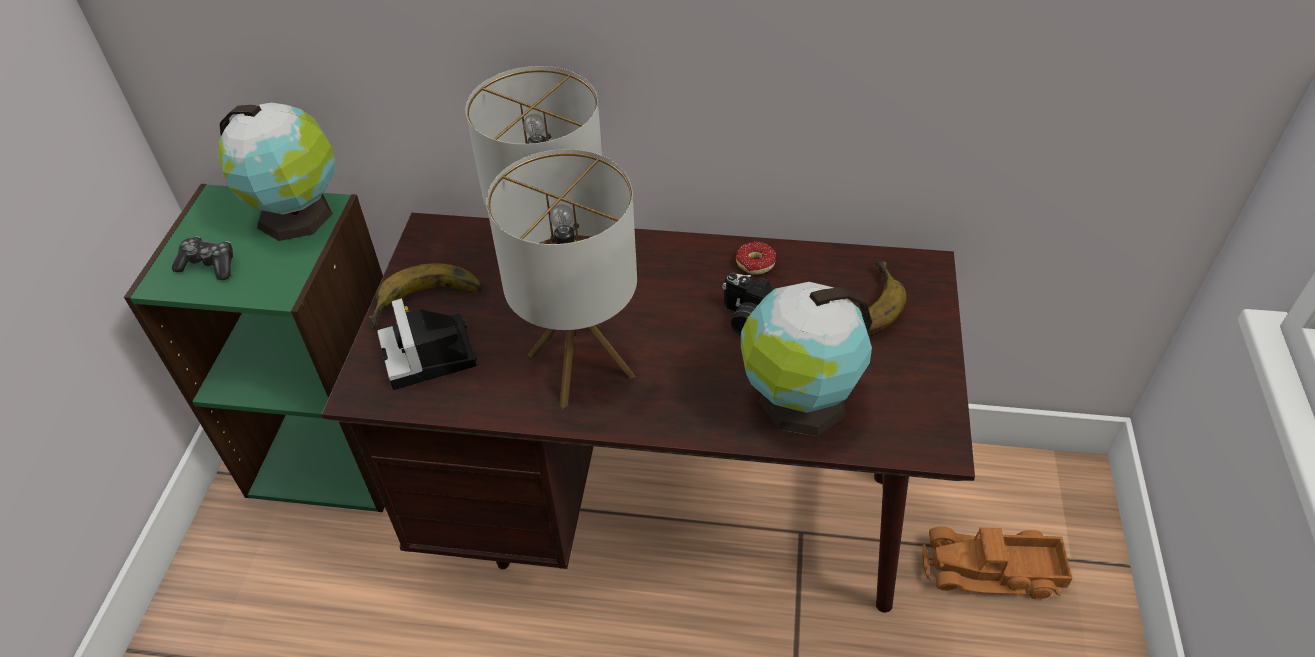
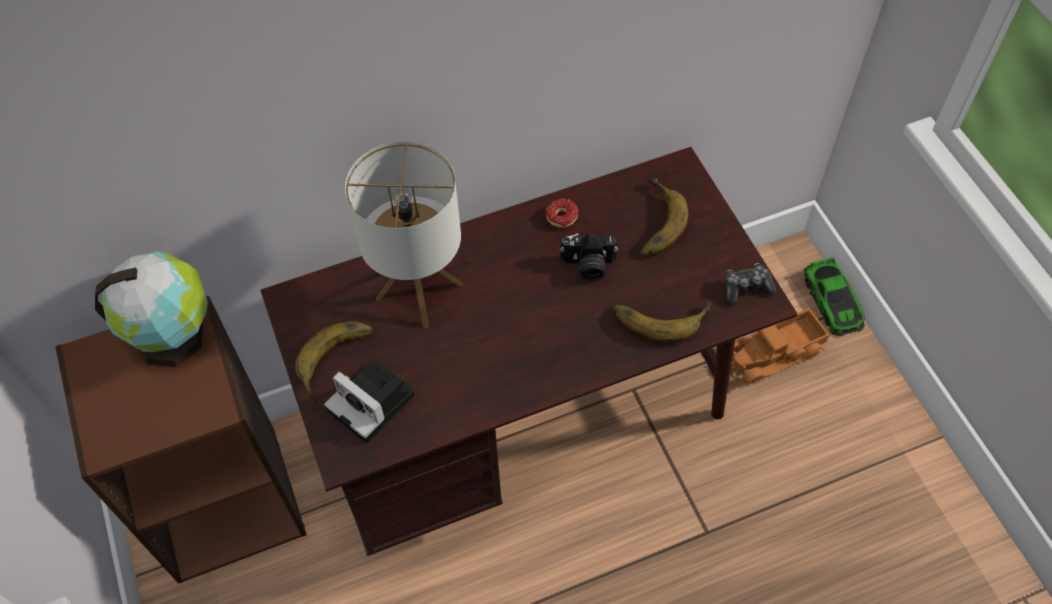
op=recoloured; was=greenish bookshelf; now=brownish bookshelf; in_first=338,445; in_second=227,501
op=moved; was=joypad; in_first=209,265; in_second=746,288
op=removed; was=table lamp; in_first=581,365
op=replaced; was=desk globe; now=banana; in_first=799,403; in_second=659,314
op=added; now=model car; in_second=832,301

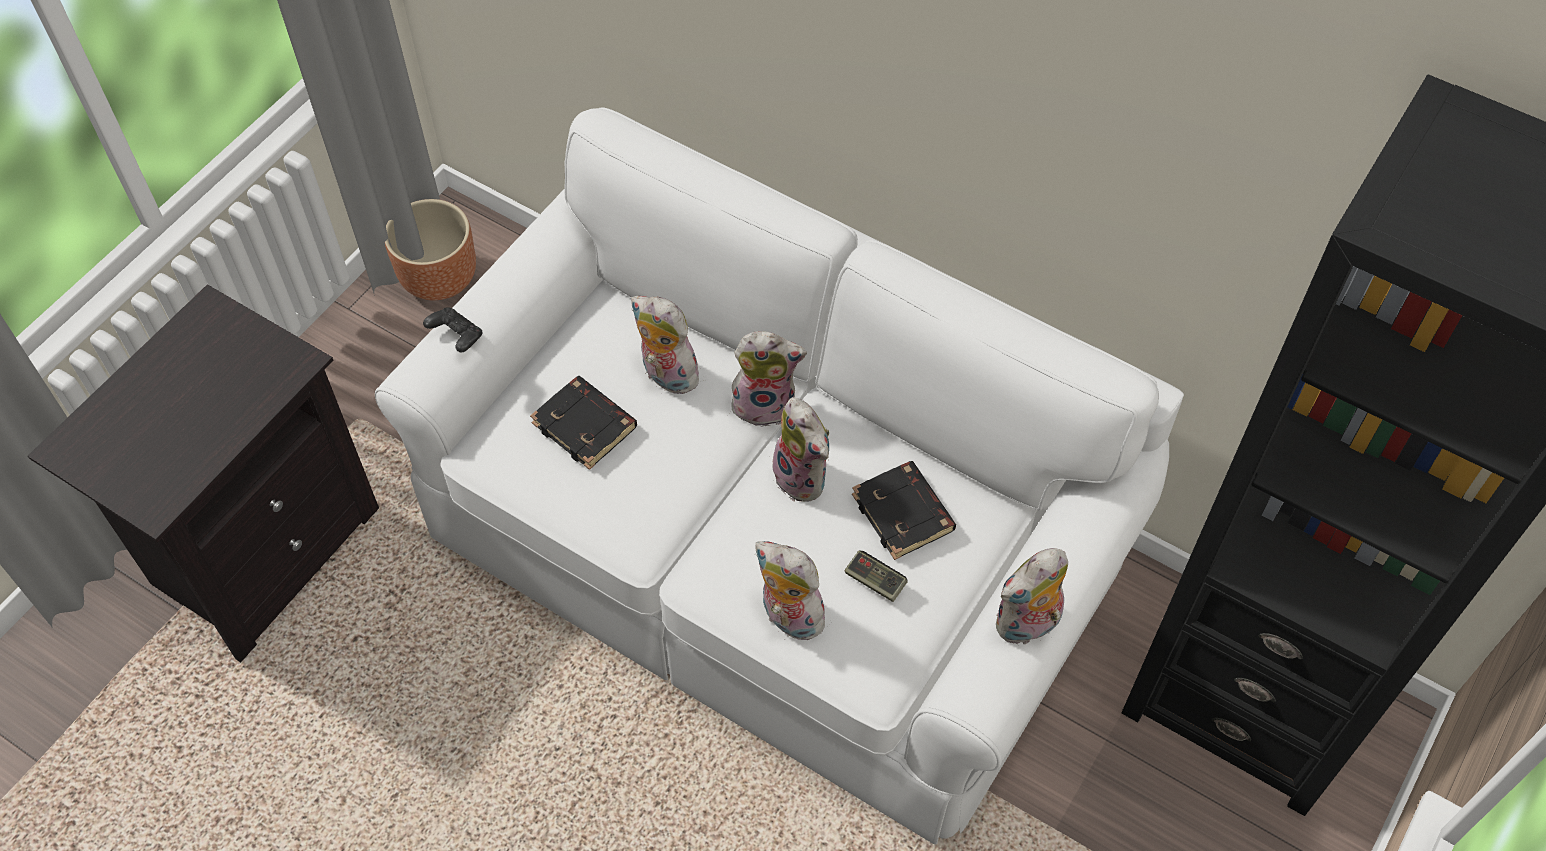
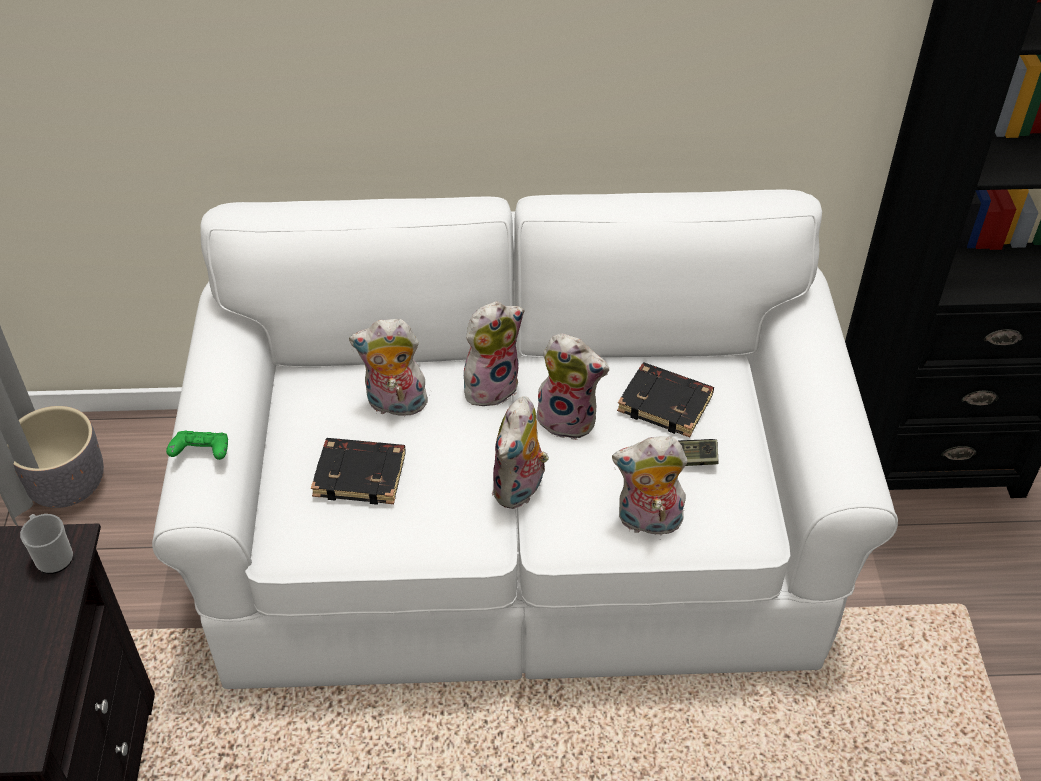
op=recoloured; was=brownish plant pot; now=gray plant pot; in_first=440,278; in_second=68,485
op=recoloured; was=blackish joypad; now=greenish joypad; in_first=456,337; in_second=202,453
op=moved; was=soft toy; in_first=1027,626; in_second=520,490
op=added; now=tea mug; in_second=52,556

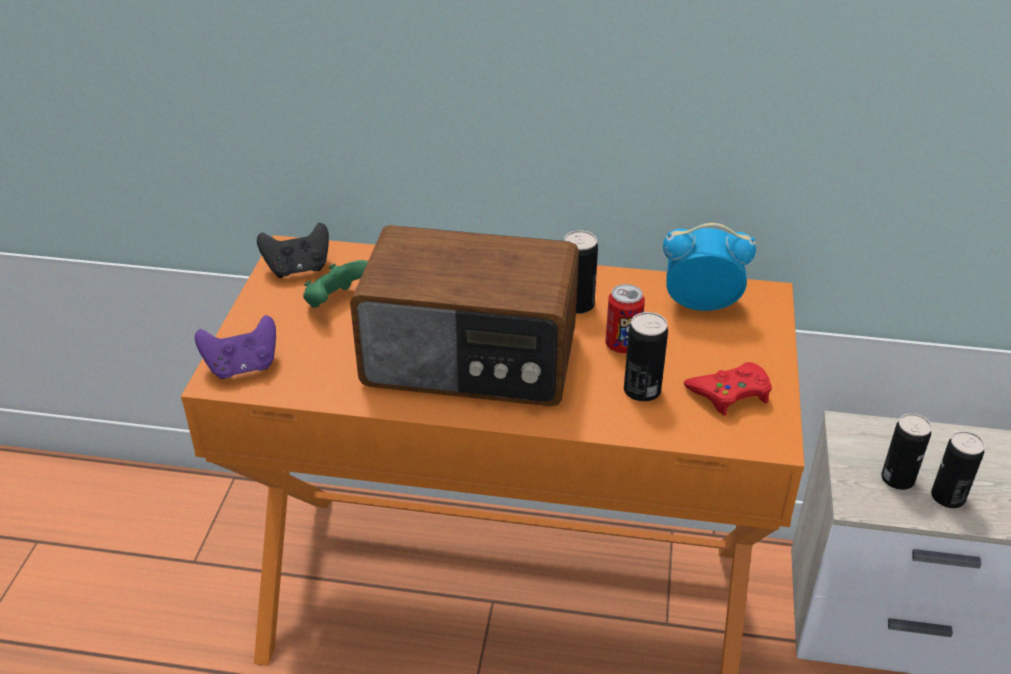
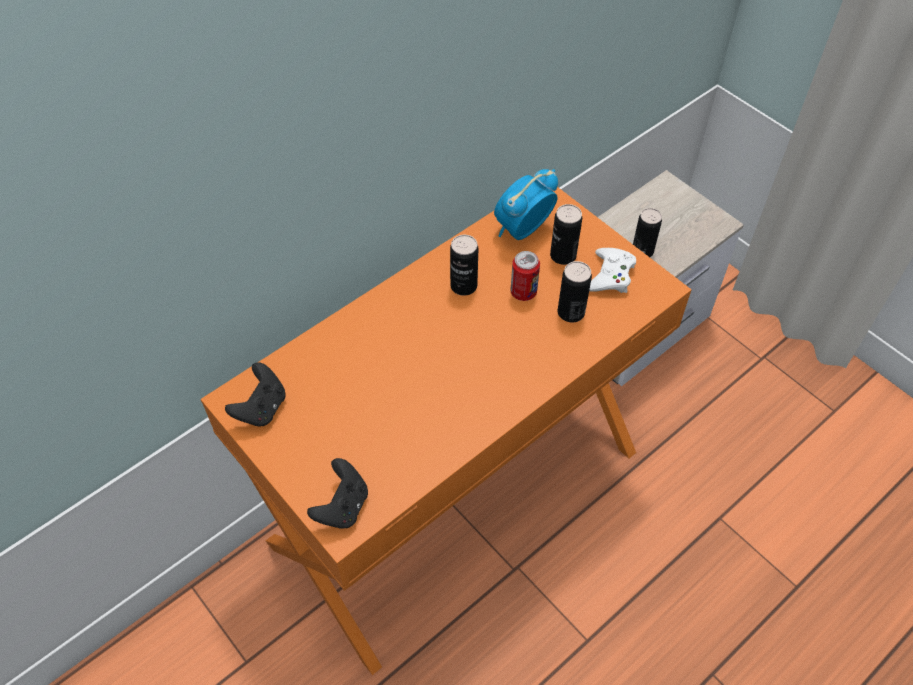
op=recoloured; was=purple-coloured joypad; now=blackish joypad; in_first=242,367; in_second=342,506
op=removed; was=greenish joypad; in_first=336,302
op=removed; was=radio set; in_first=470,360
op=recoloured; was=reddish joypad; now=whitish joypad; in_first=730,393; in_second=610,275
op=moved; was=metal can; in_first=947,497; in_second=563,255

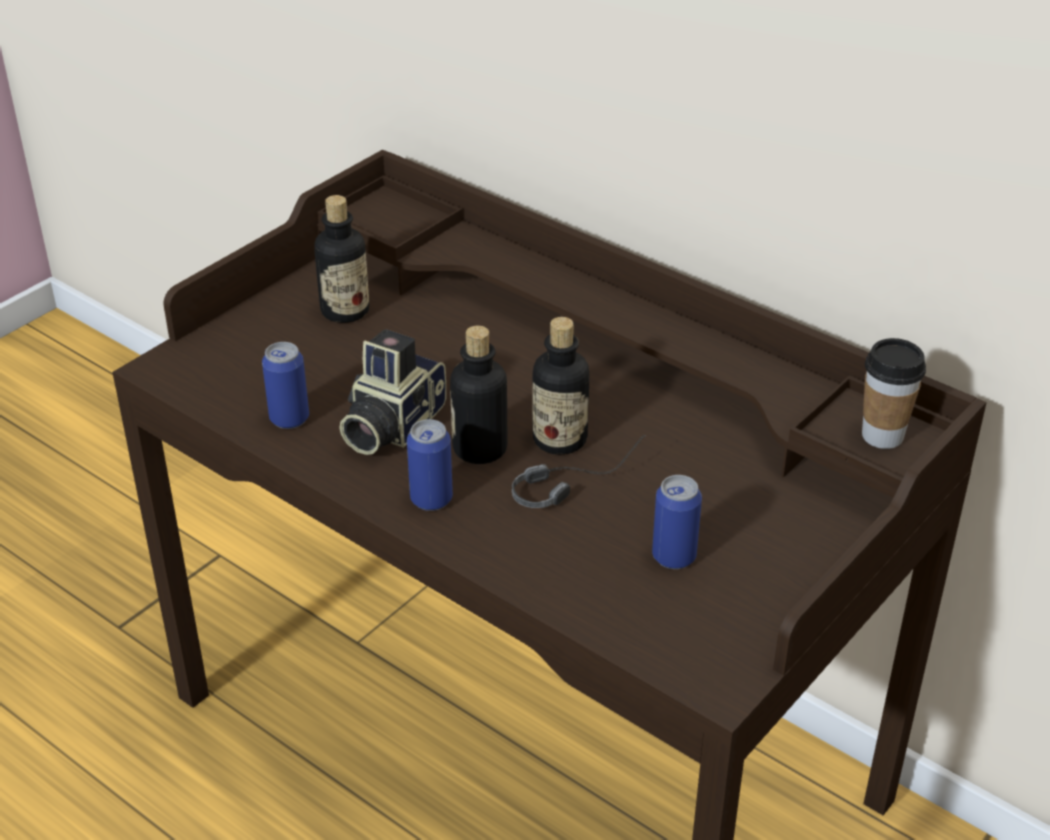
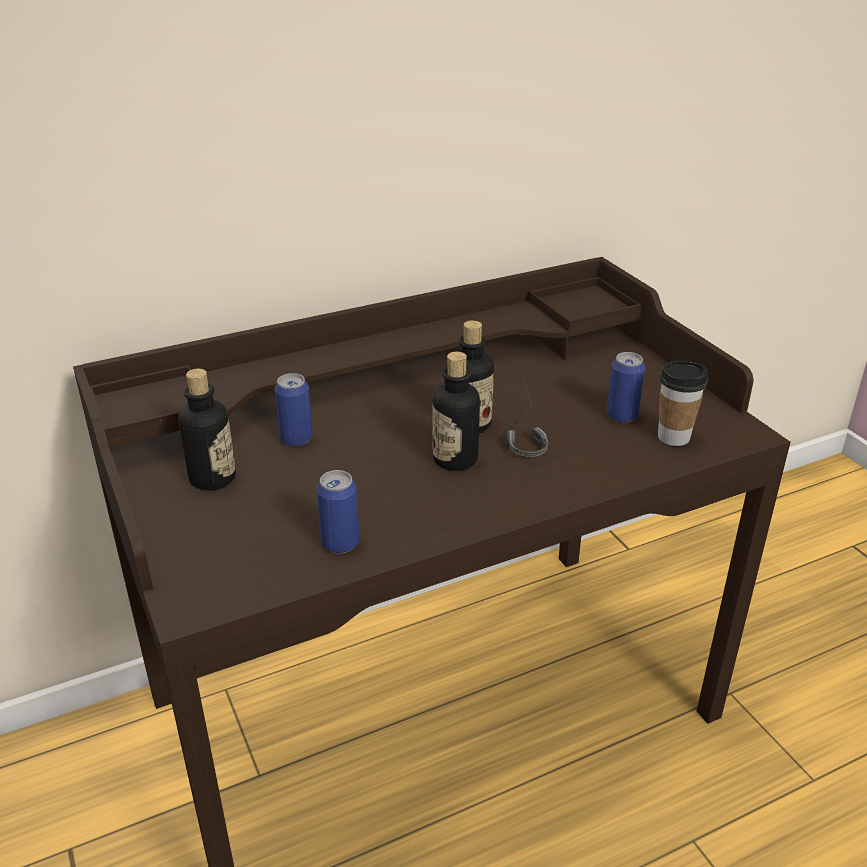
op=removed; was=photo camera; in_first=390,425
op=moved; was=metal can; in_first=431,499; in_second=296,439
op=moved; was=drinking cup; in_first=882,436; in_second=673,437

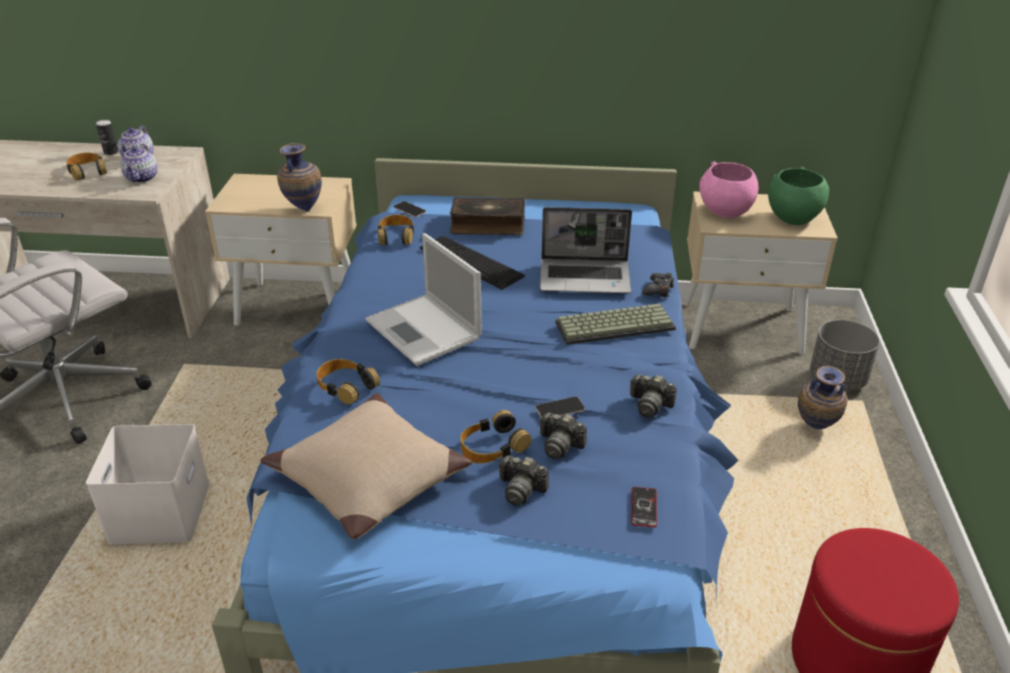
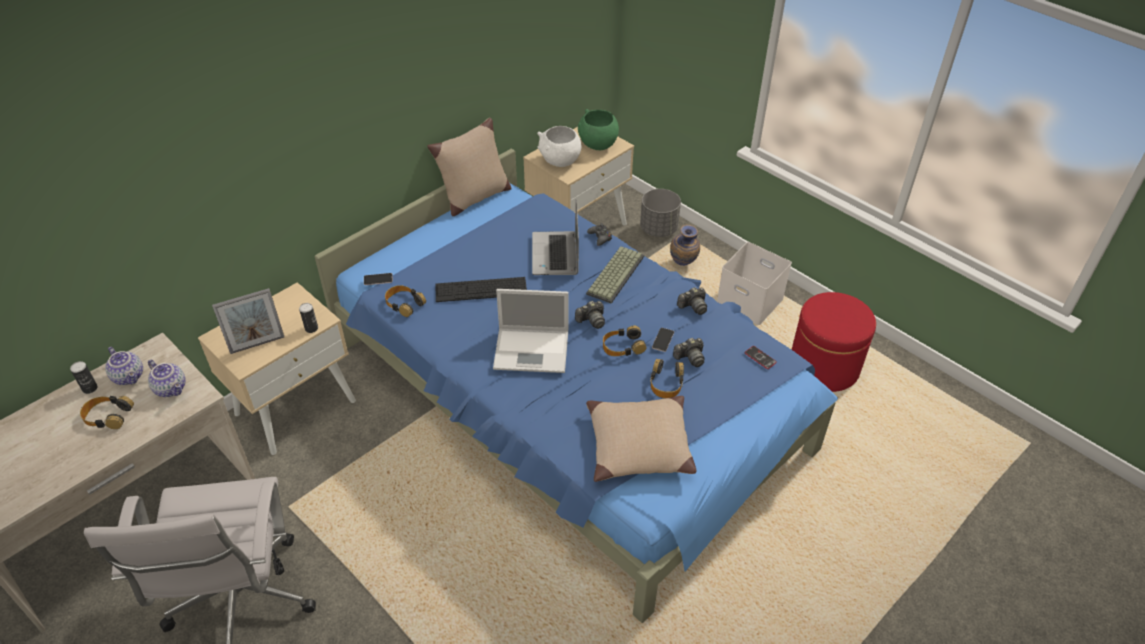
op=moved; was=whitish storage container; in_first=162,515; in_second=751,302
op=replaced; was=flower vase; now=metal can; in_first=303,210; in_second=311,328
op=moved; was=pair of headphones; in_first=346,386; in_second=622,346
op=removed; was=bound book; in_first=488,225
op=moved; was=photo camera; in_first=521,489; in_second=591,320
op=turned; was=laptop; in_first=586,277; in_second=556,255; clockwise=135
op=recoloured; was=pink-coloured bowl; now=whitish bowl; in_first=724,212; in_second=560,162
op=added; now=picture frame; in_second=257,344
op=added; now=beige-coloured throw pillow; in_second=474,198

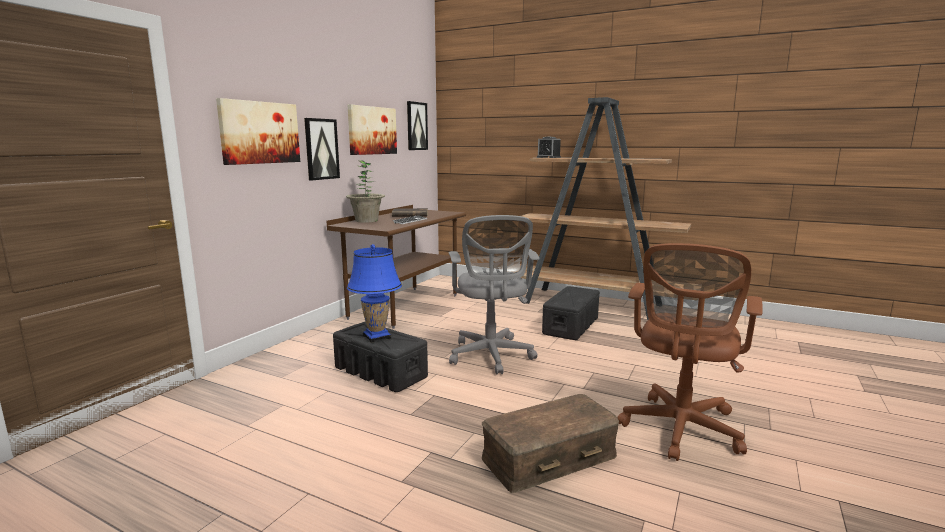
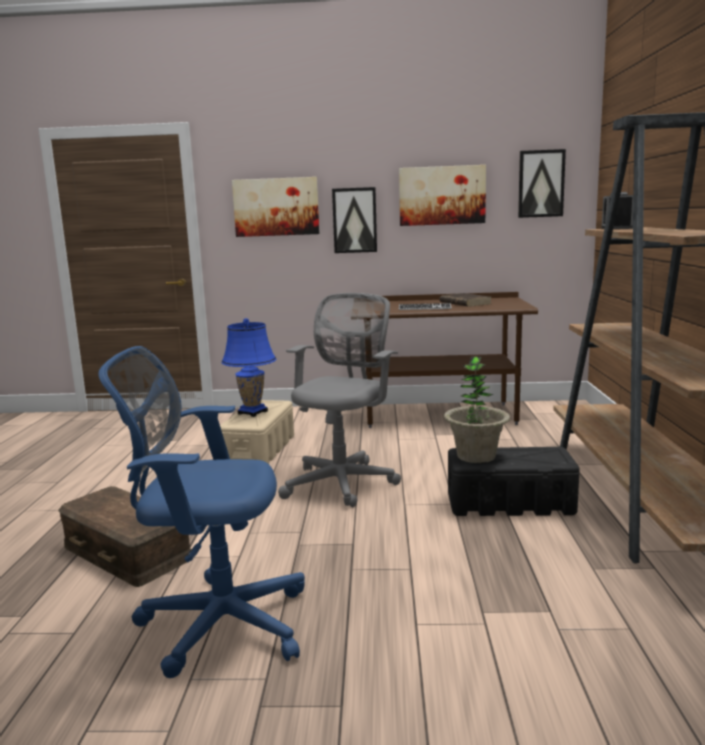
op=recoloured; was=blackish storage container; now=beige-coloured storage container; in_first=381,372; in_second=259,450
op=moved; was=plant in a pot; in_first=366,221; in_second=476,456
op=turned; was=gray desk chair; in_first=491,356; in_second=343,482; clockwise=150
op=recoloured; was=brownish desk chair; now=blue desk chair; in_first=680,430; in_second=216,622

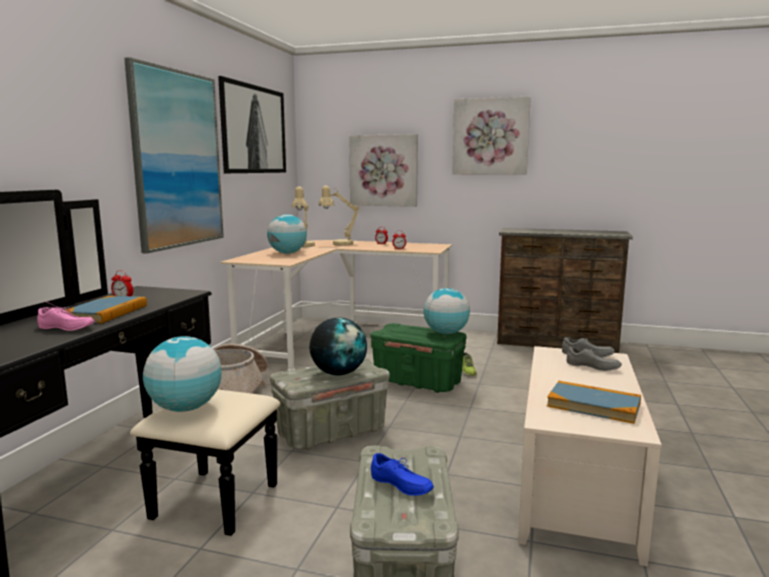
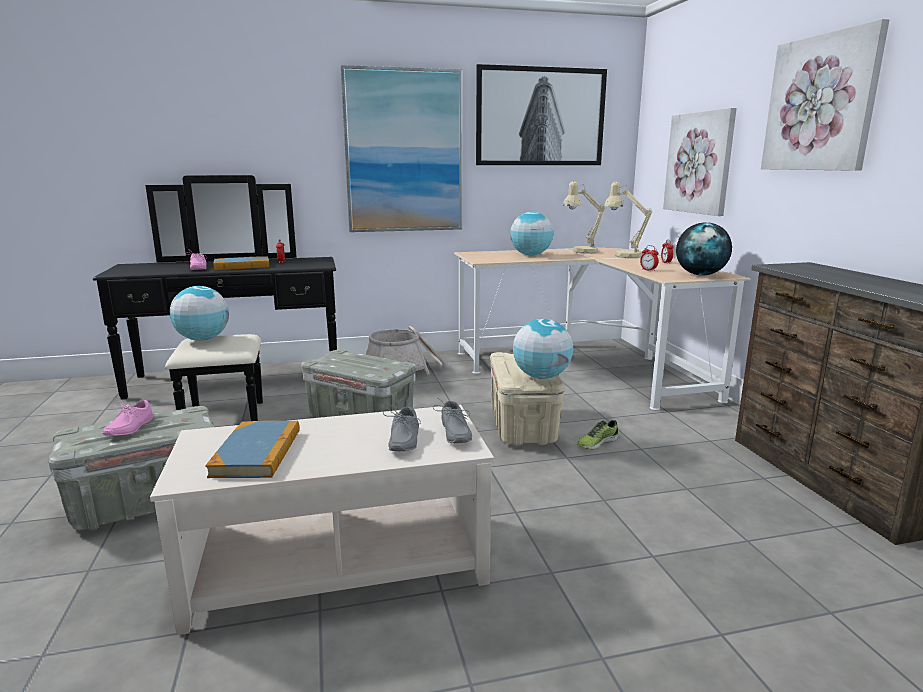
op=moved; was=desk globe; in_first=339,373; in_second=700,275
op=recoloured; was=greenish storage container; now=beige-coloured storage container; in_first=418,382; in_second=523,426
op=recoloured; was=blue low shoe; now=pink-coloured low shoe; in_first=399,486; in_second=128,428

